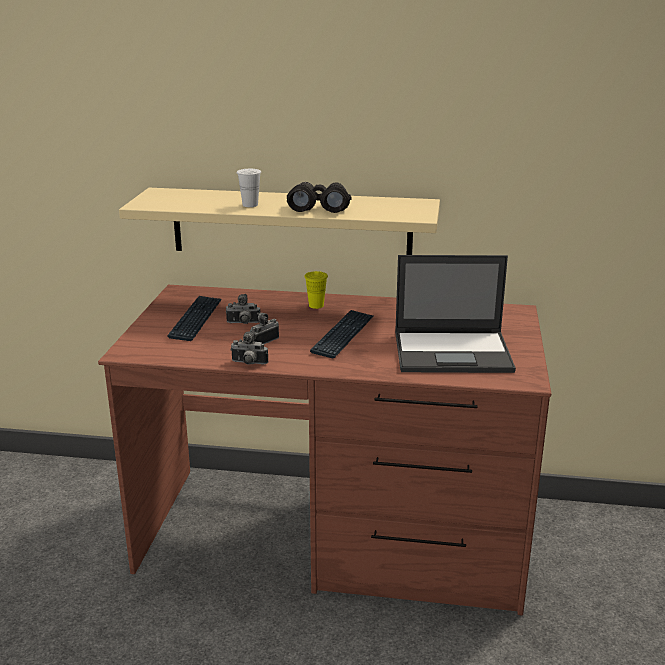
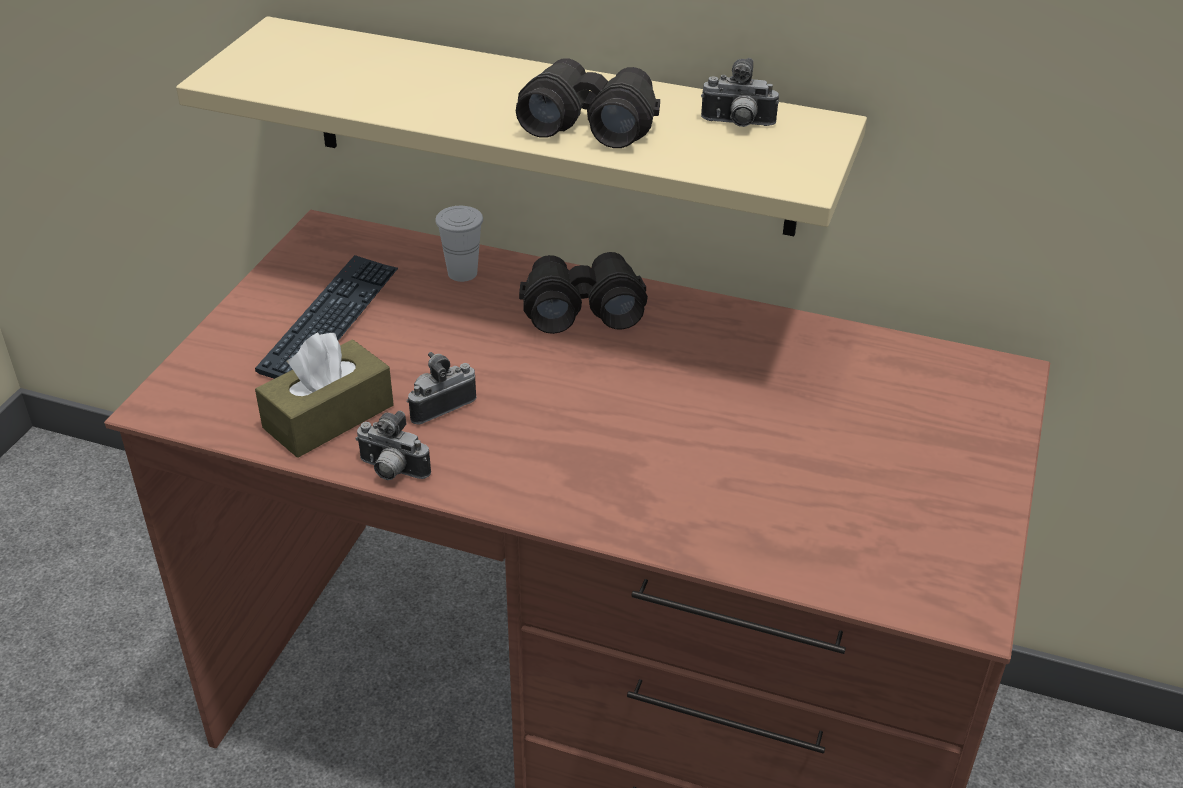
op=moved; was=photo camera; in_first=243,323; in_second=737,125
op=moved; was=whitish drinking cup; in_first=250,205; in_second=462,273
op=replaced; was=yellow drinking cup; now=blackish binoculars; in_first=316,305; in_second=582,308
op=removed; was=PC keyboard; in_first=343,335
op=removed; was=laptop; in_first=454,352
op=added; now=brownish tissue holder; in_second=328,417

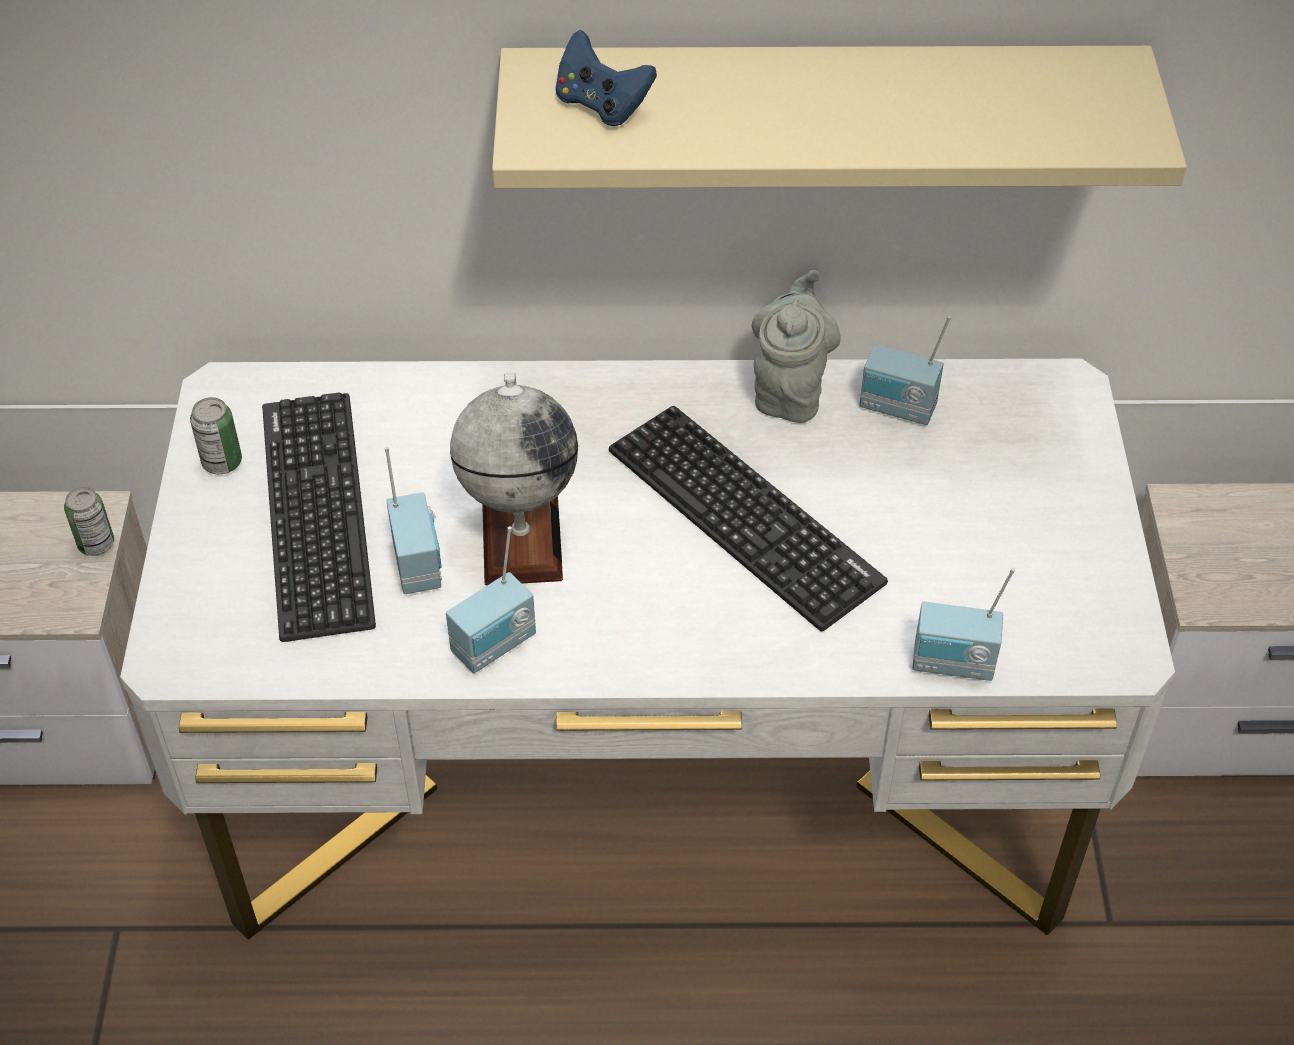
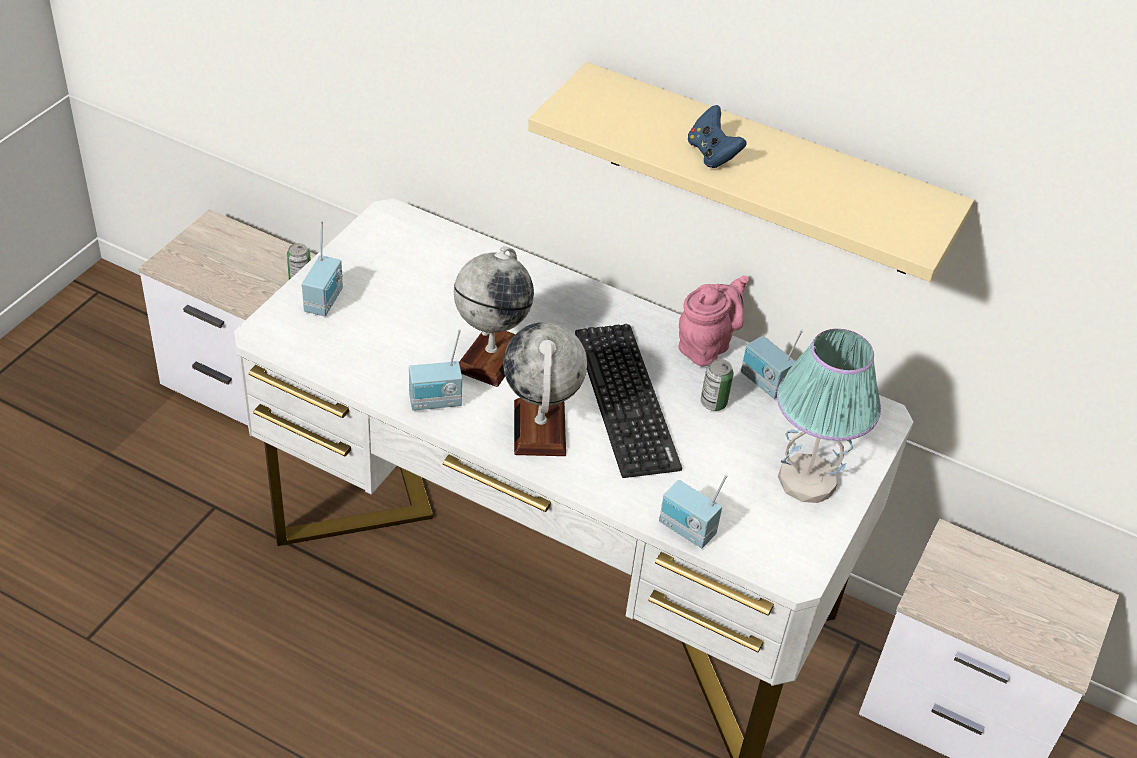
op=moved; was=metal can; in_first=222,462; in_second=713,403
op=removed; was=PC keyboard; in_first=316,514
op=moved; was=radio set; in_first=420,564; in_second=325,301
op=moved; was=blue joypad; in_first=602,105; in_second=712,154
op=recoloured; was=gray teapot; now=pink-coloured teapot; in_first=790,389; in_second=707,346
op=added; now=desk globe; in_second=540,428
op=added; now=table lamp; in_second=806,481

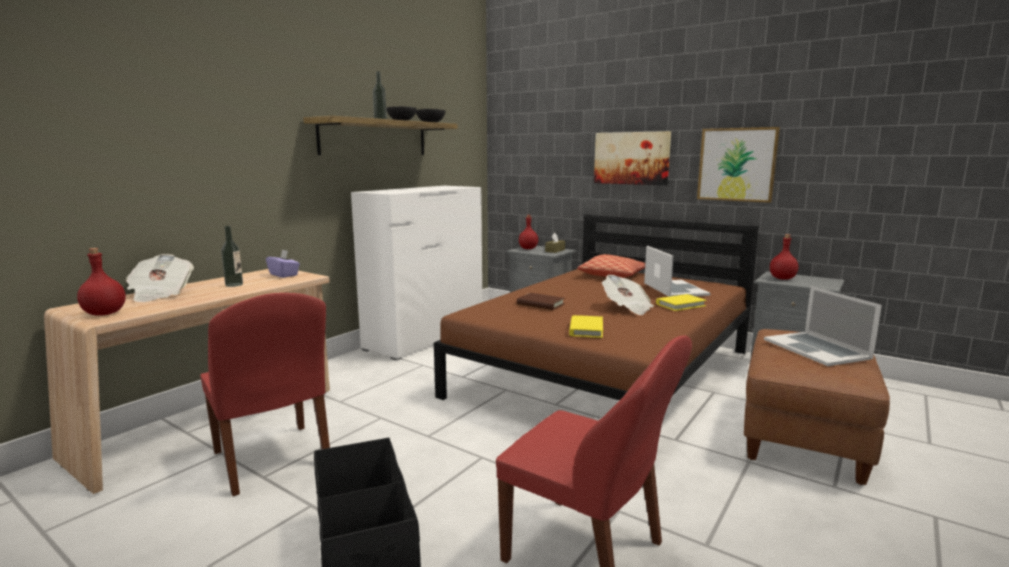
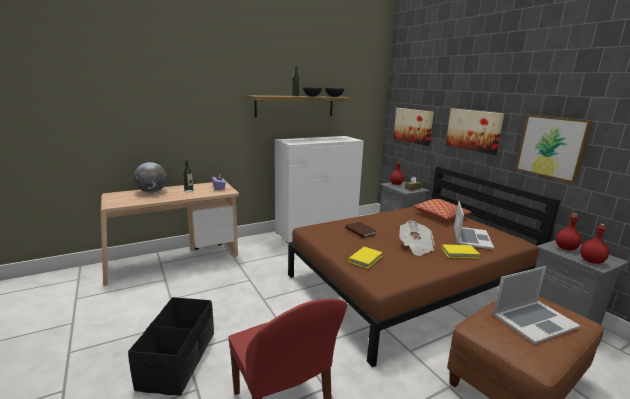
op=moved; was=reddish bottle; in_first=104,313; in_second=590,261
op=replaced; was=newspaper; now=desk globe; in_first=160,294; in_second=152,192
op=removed; was=reddish upright chair; in_first=272,460
op=turned; was=laptop; in_first=816,349; in_second=534,320; clockwise=-120
op=added; now=wall art; in_second=413,126

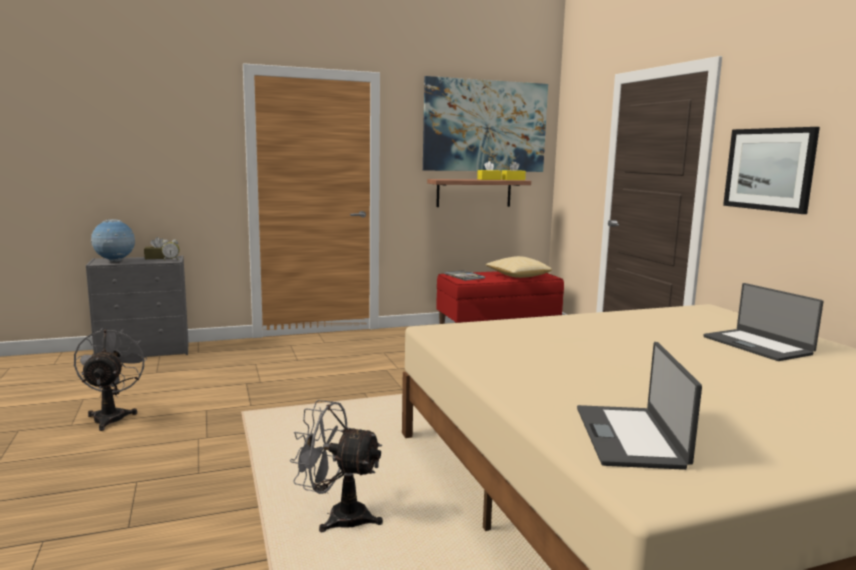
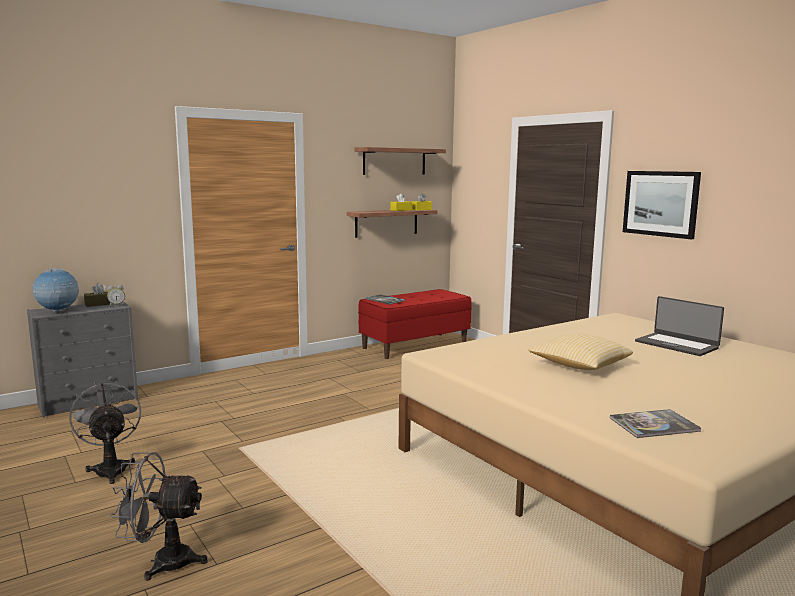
op=moved; was=gray fan; in_first=338,517; in_second=162,561
op=replaced; was=wall art; now=shelf; in_first=485,126; in_second=394,161
op=moved; was=throw pillow; in_first=517,276; in_second=579,366
op=replaced; was=laptop; now=bound book; in_first=631,437; in_second=654,425

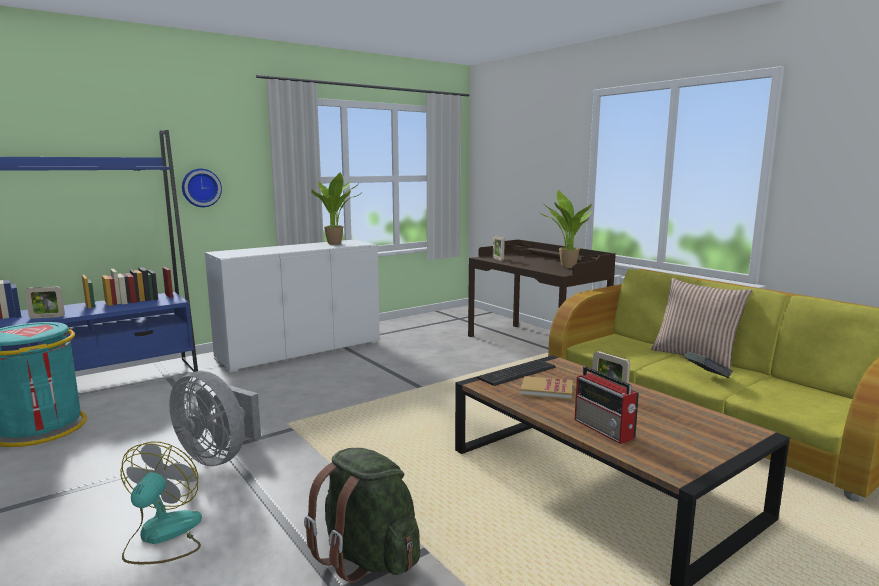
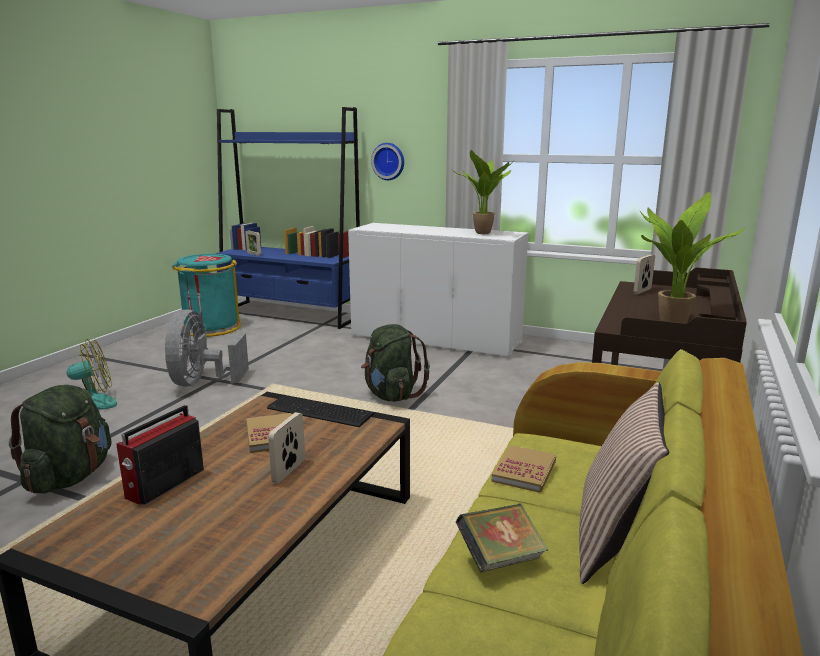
op=added; now=greenish rucksack; in_second=391,395
op=added; now=bound book; in_second=524,471

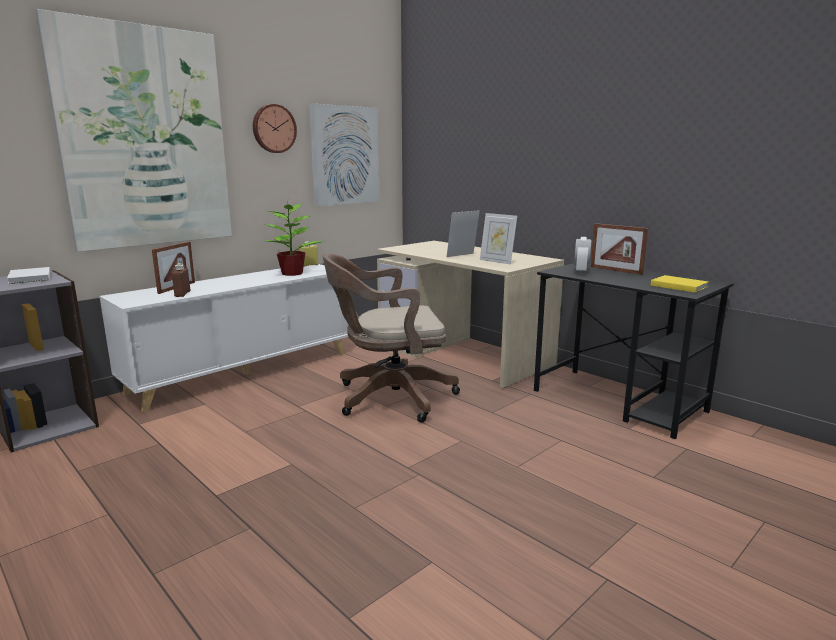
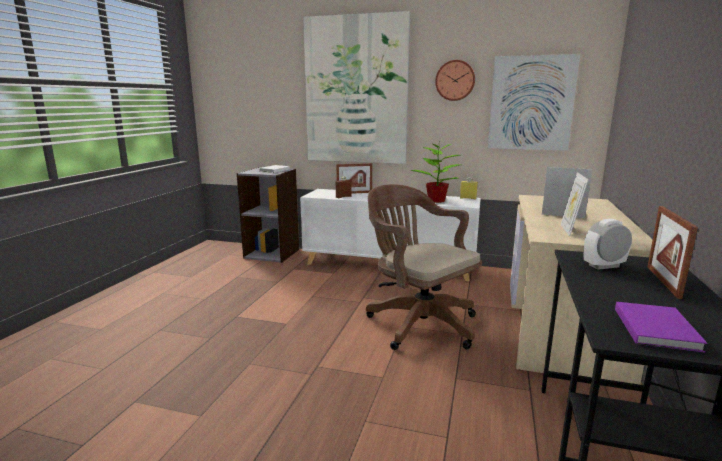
op=recoloured; was=yellow bound book; now=purple-coloured bound book; in_first=678,286; in_second=656,328

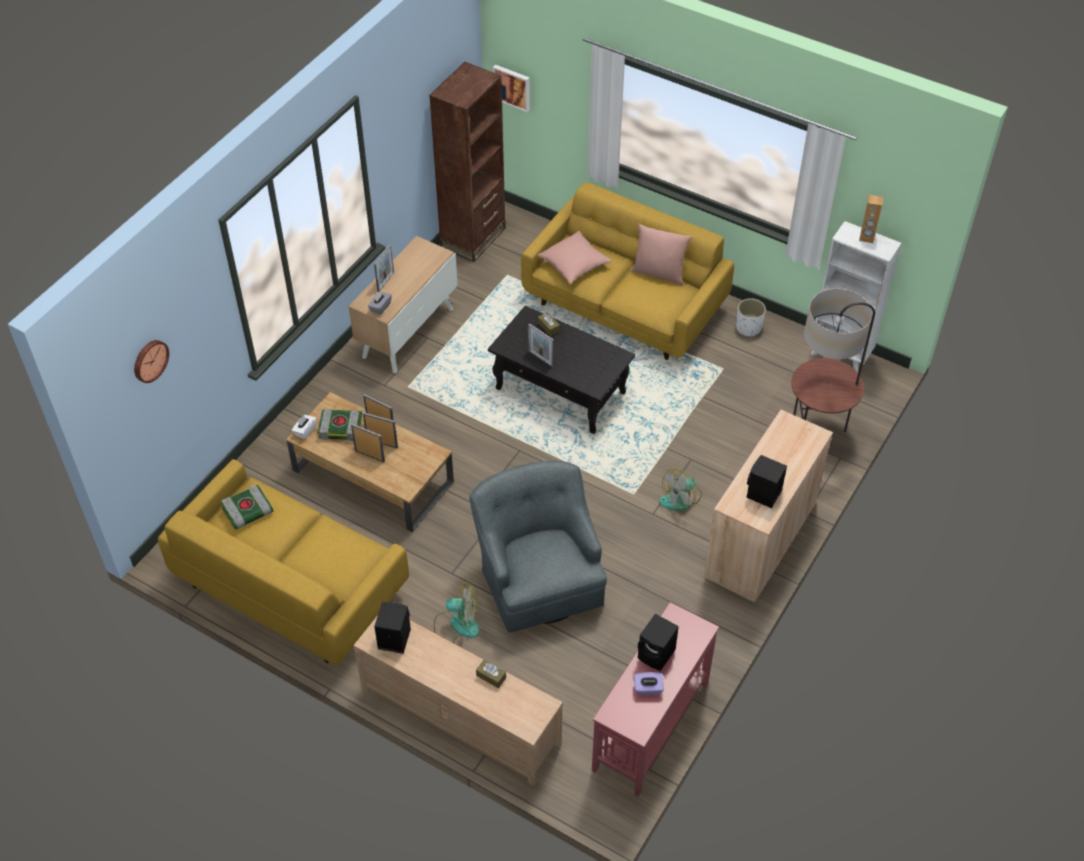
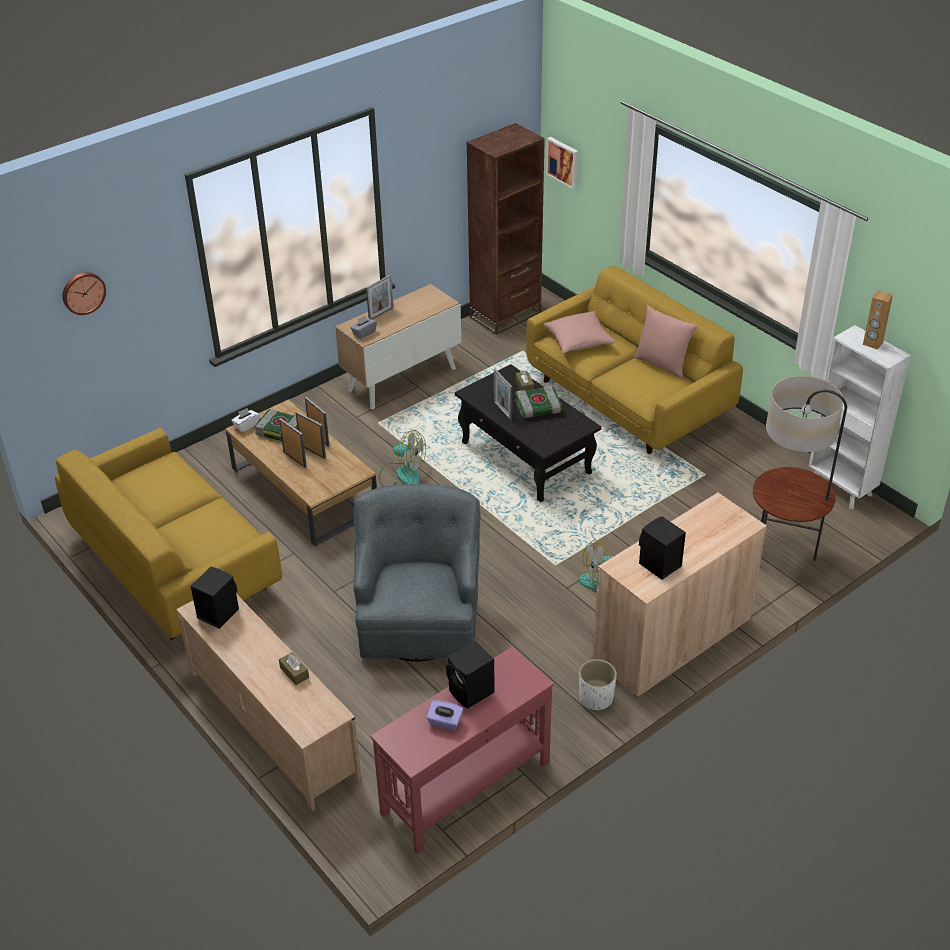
op=moved; was=bound book; in_first=247,512; in_second=537,408
op=moved; was=fan; in_first=457,624; in_second=402,474
op=moved; was=whitish plant pot; in_first=749,328; in_second=596,698

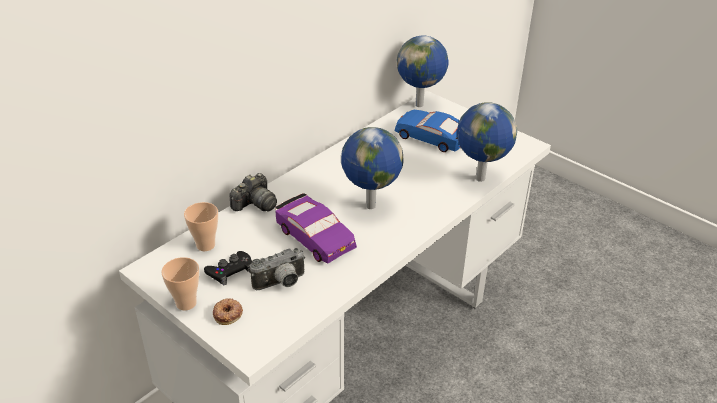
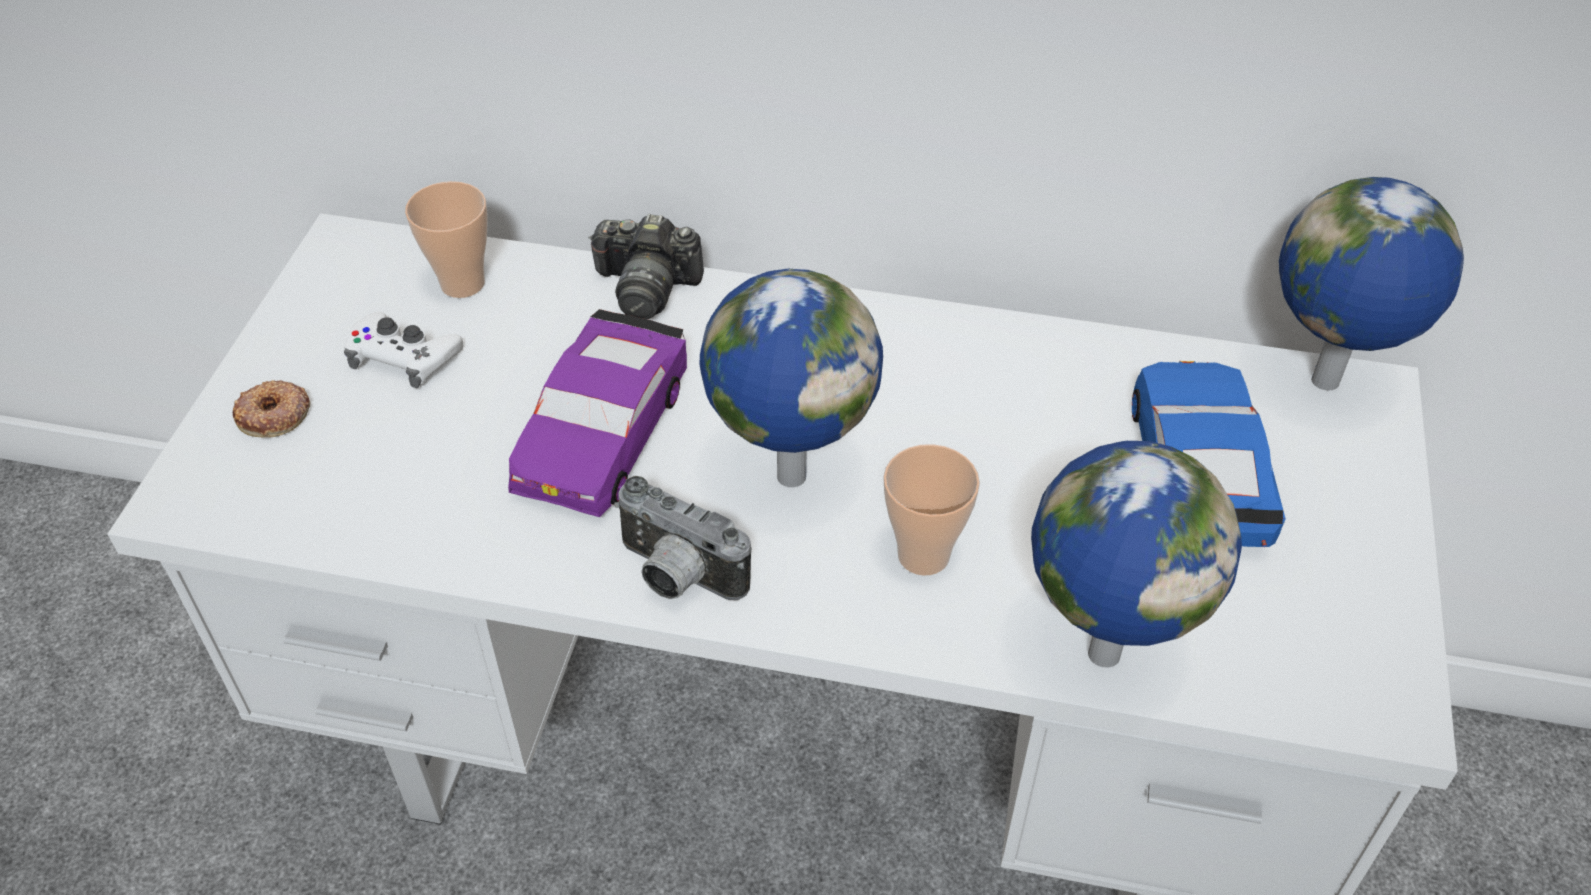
op=moved; was=drinking cup; in_first=186,303; in_second=923,555
op=recoloured; was=blackish joypad; now=whitish joypad; in_first=230,271; in_second=403,357
op=moved; was=photo camera; in_first=281,284; in_second=675,576

